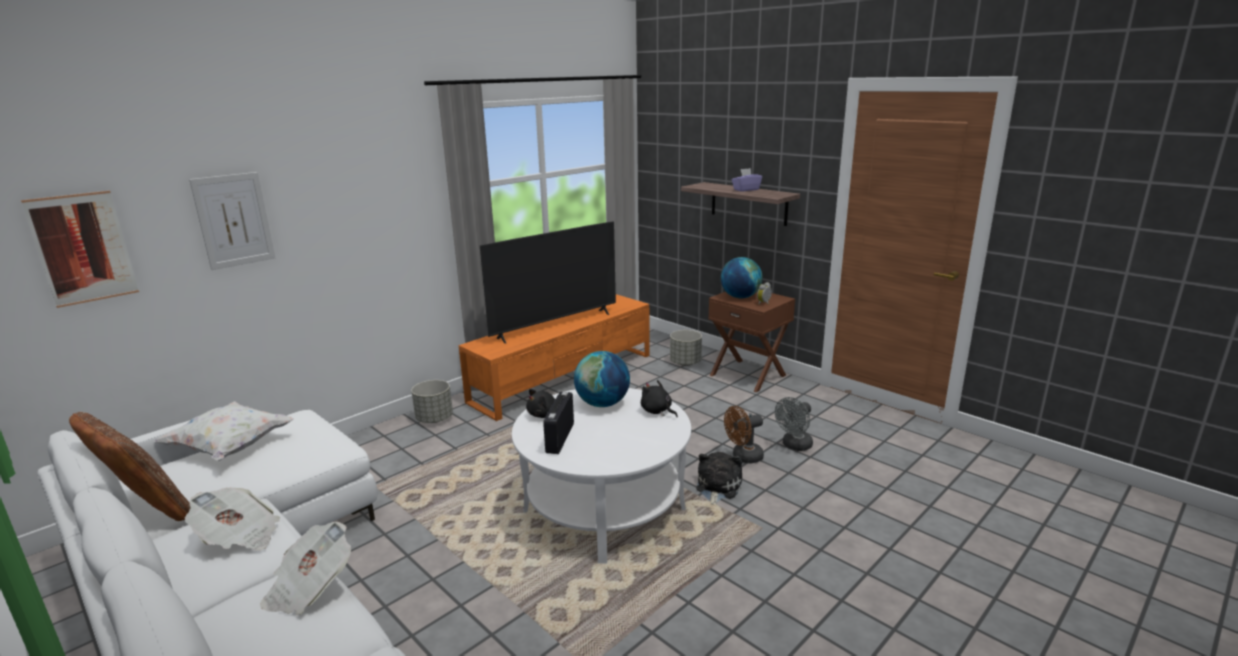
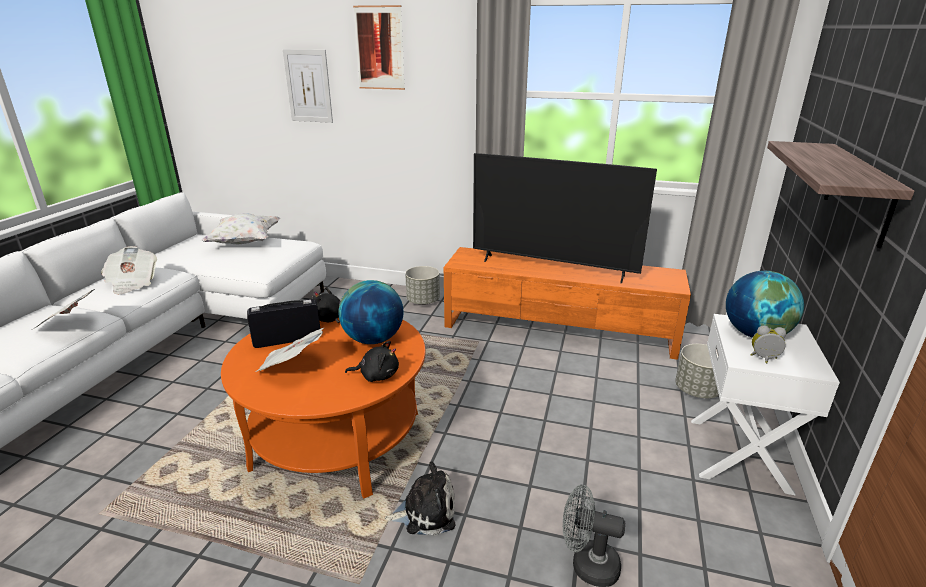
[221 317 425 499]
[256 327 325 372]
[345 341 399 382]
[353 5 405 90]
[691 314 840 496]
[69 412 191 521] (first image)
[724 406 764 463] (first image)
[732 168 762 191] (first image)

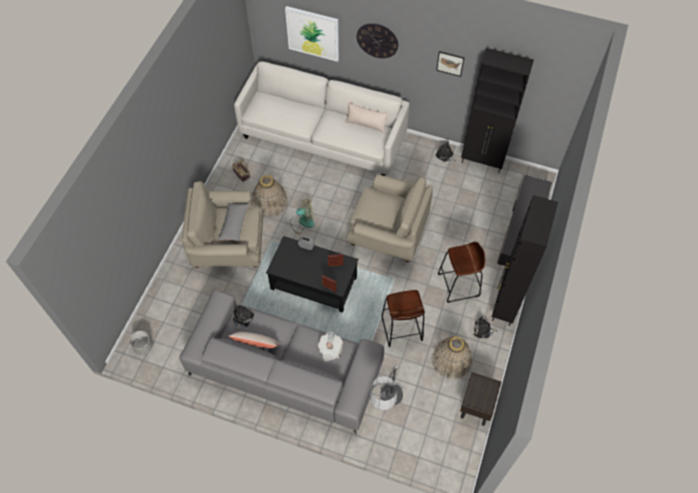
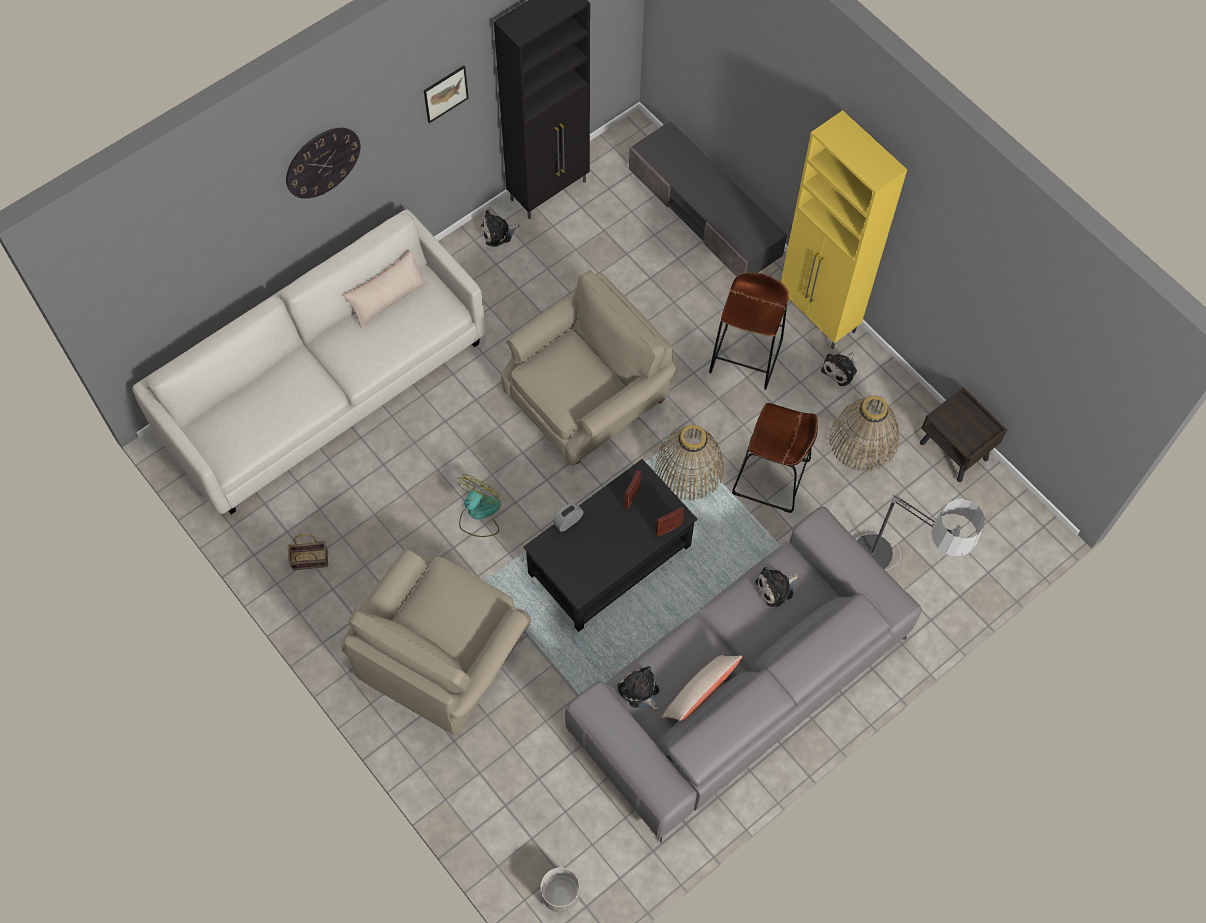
[654 425 724 501]
[755 567 799 607]
[781 110 907 349]
[218 203 249 241] (first image)
[285 6 339 62] (first image)

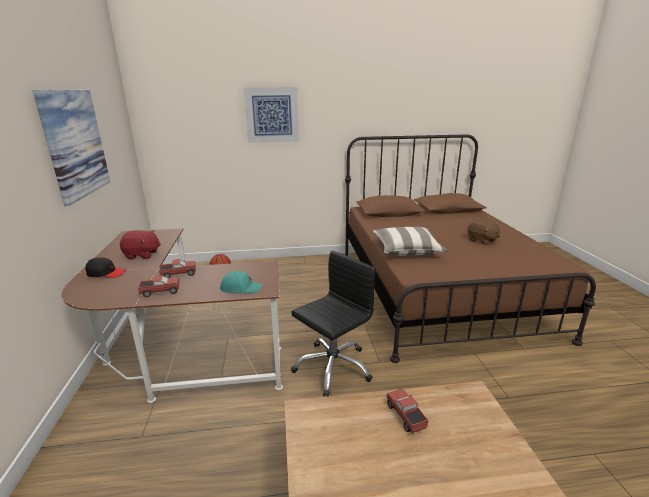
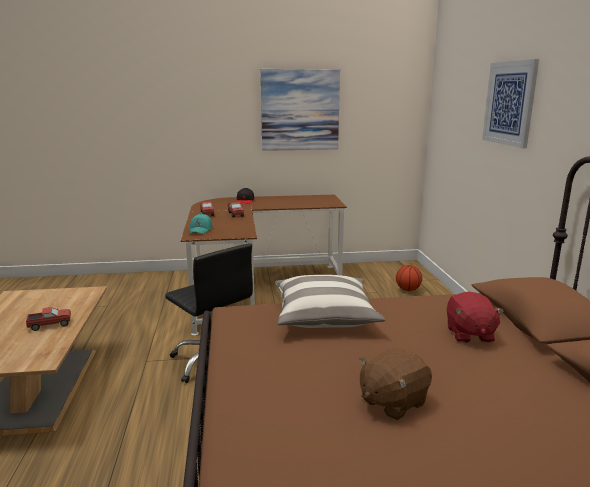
[447 292 504 343]

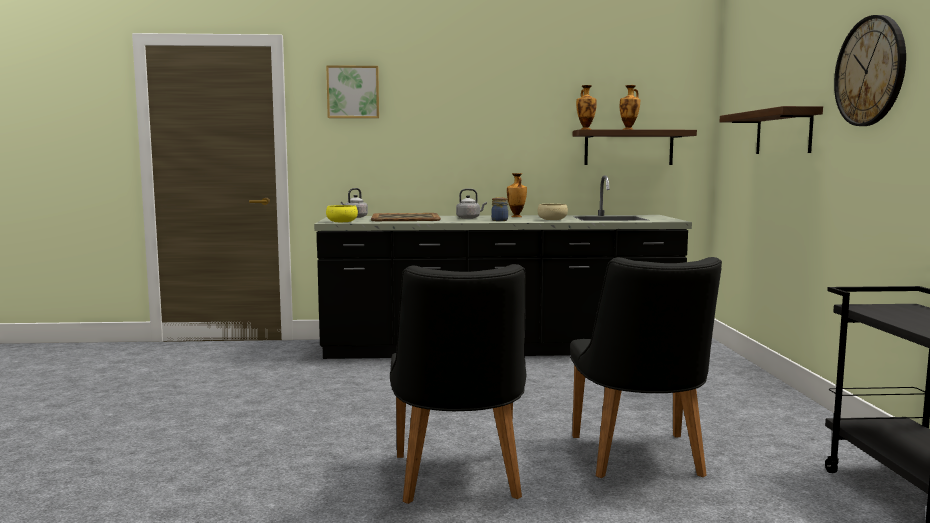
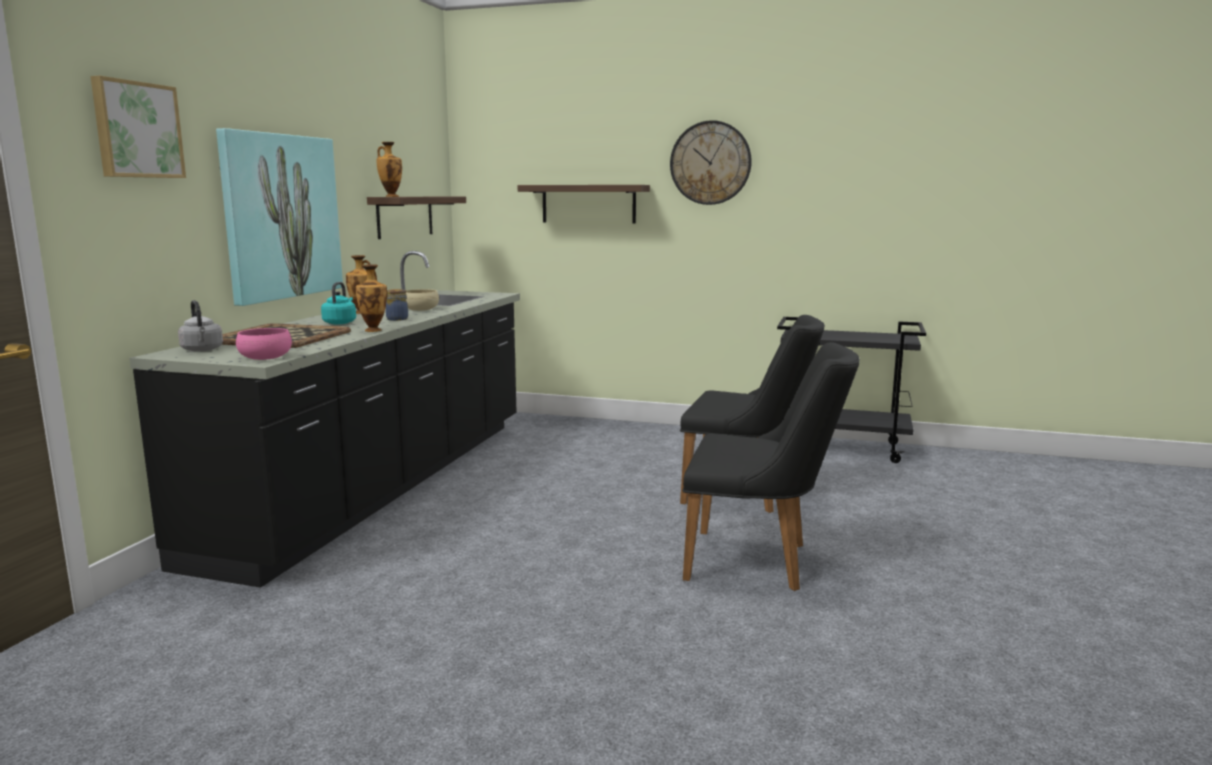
[216 128 343 306]
[236 328 292 360]
[321 282 356 324]
[356 264 387 332]

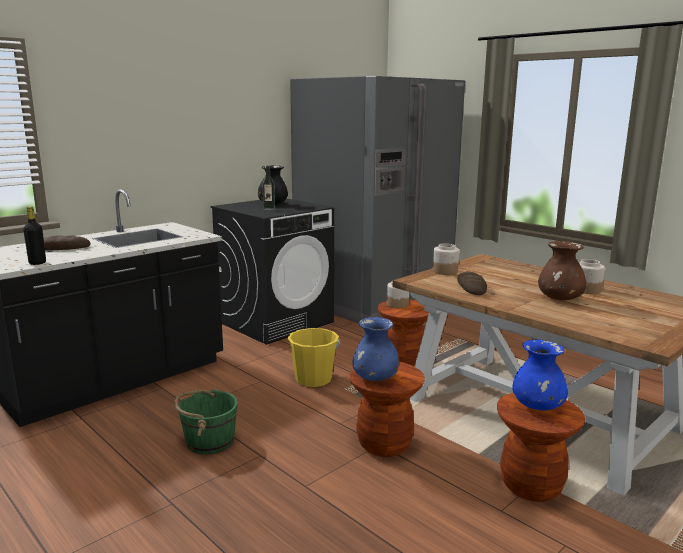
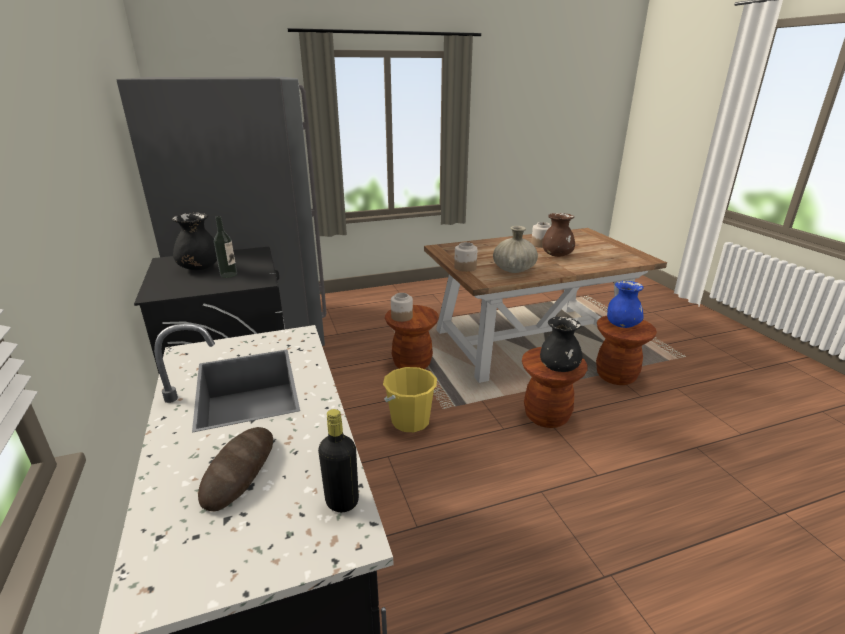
[493 226 538 273]
[540 317 583 372]
[174 388 238 454] (first image)

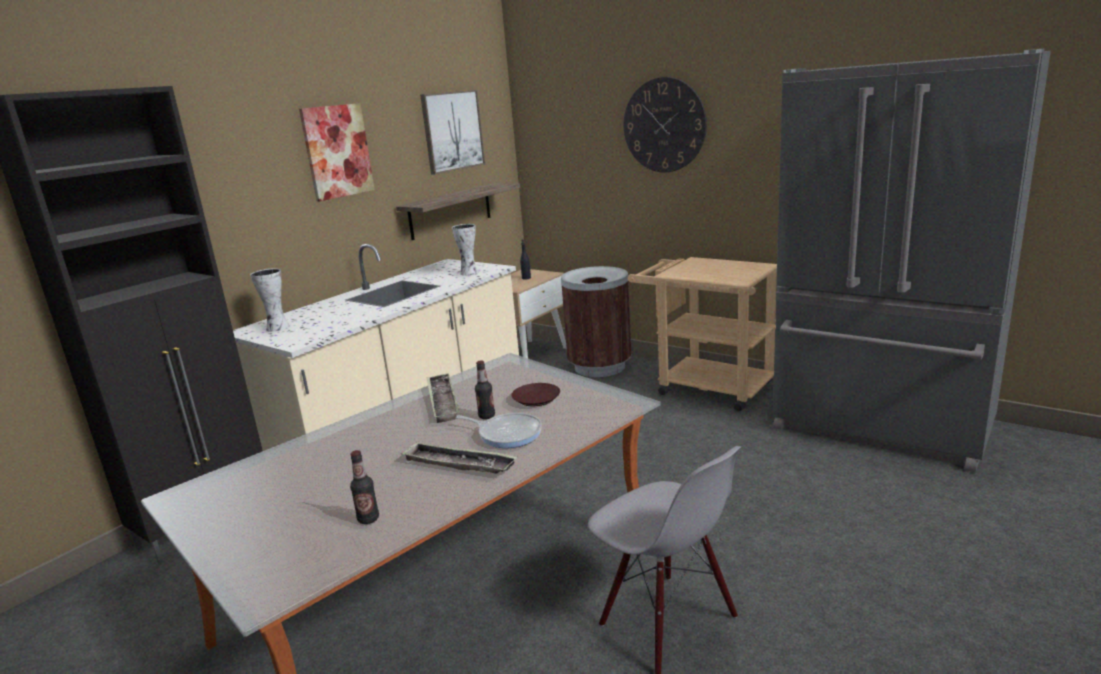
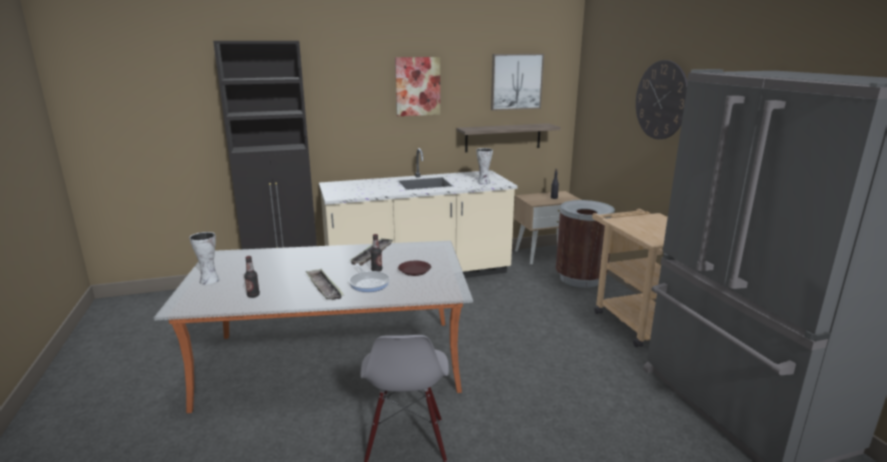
[189 232 220 285]

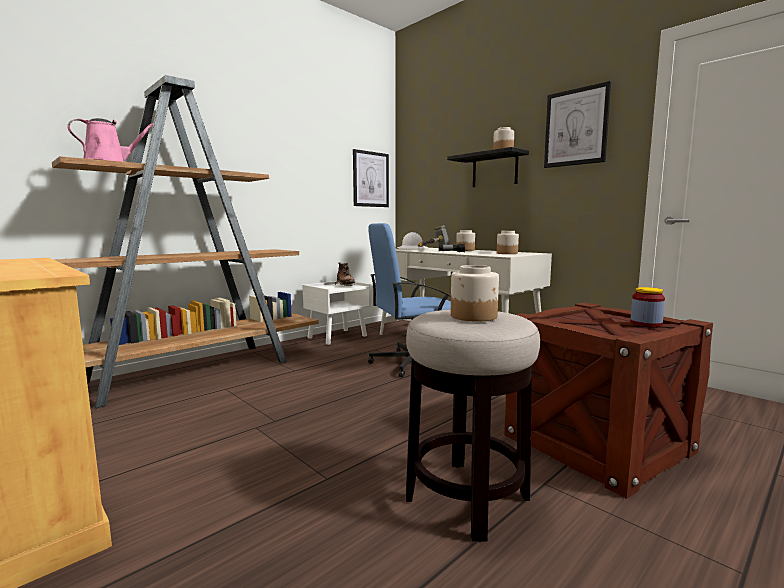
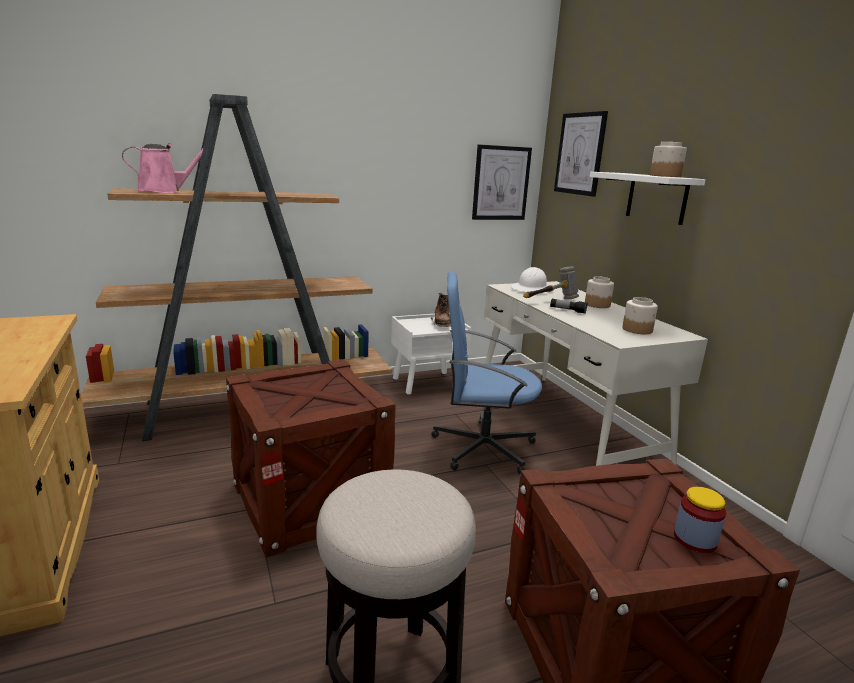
[226 359 396 558]
[554 111 608 197]
[590 172 705 225]
[451 265 499 322] (first image)

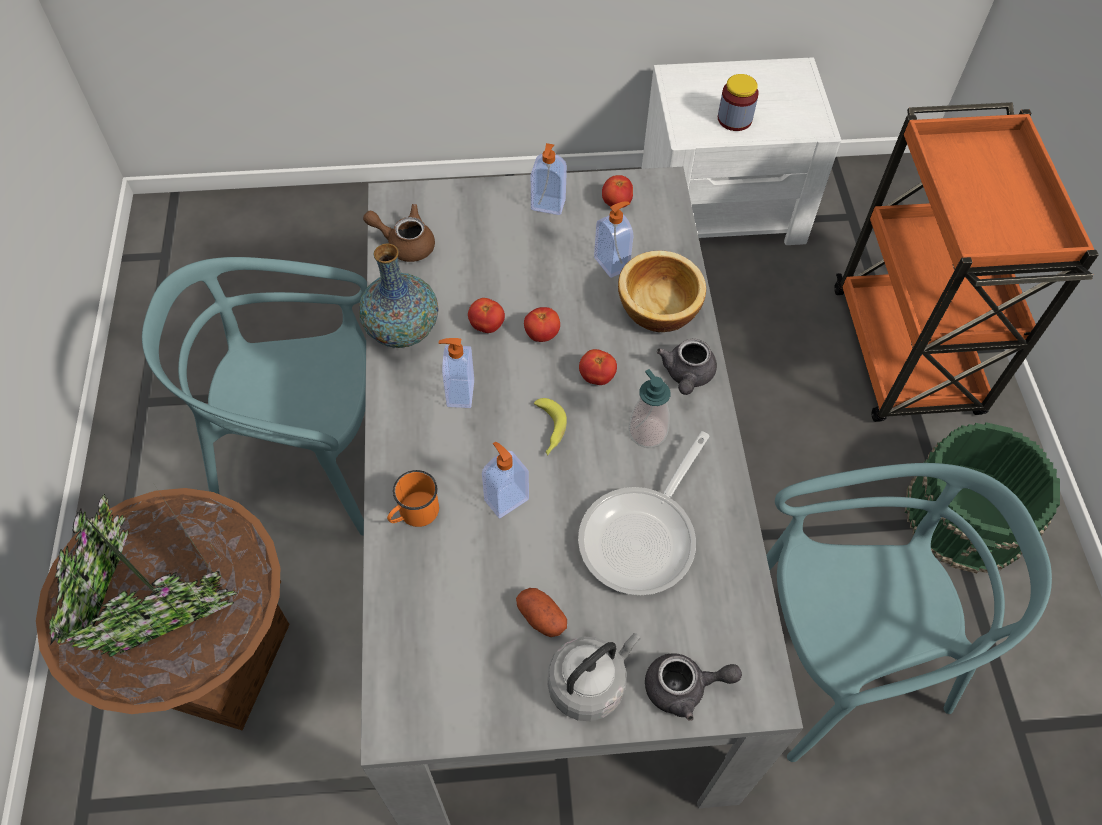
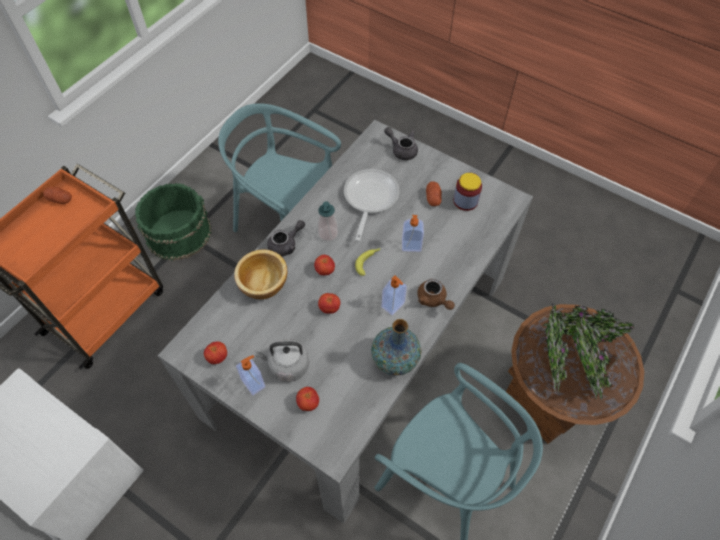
[43 187 72 204]
[255 339 309 382]
[296 387 319 411]
[344 169 400 241]
[417 279 455 310]
[453 173 482 211]
[387 470 439 527] (first image)
[594 202 633 278] (first image)

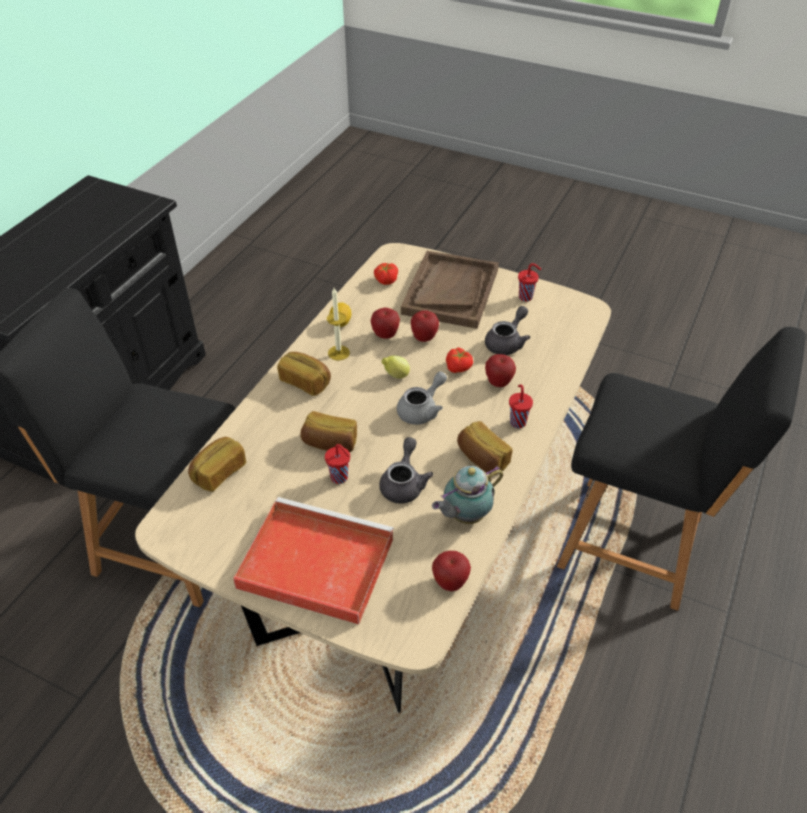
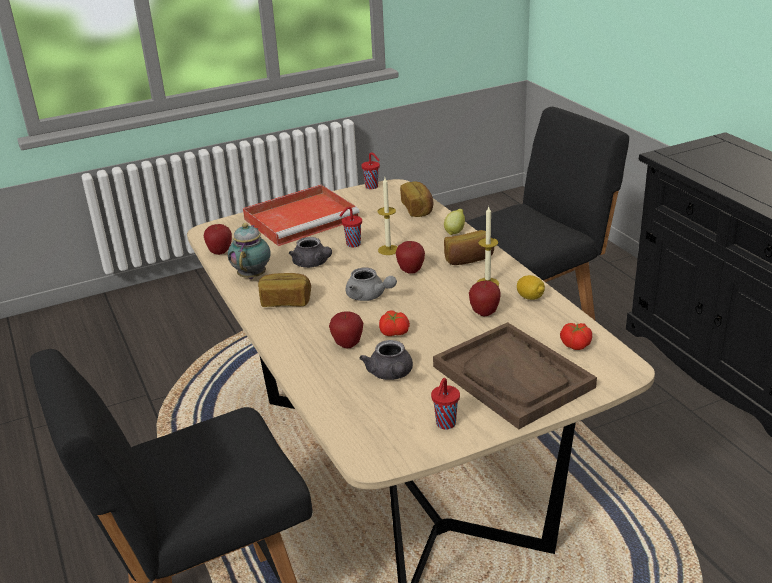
[346 267 397 301]
[361 152 380 189]
[378 178 397 255]
[396 241 425 274]
[444 209 465 235]

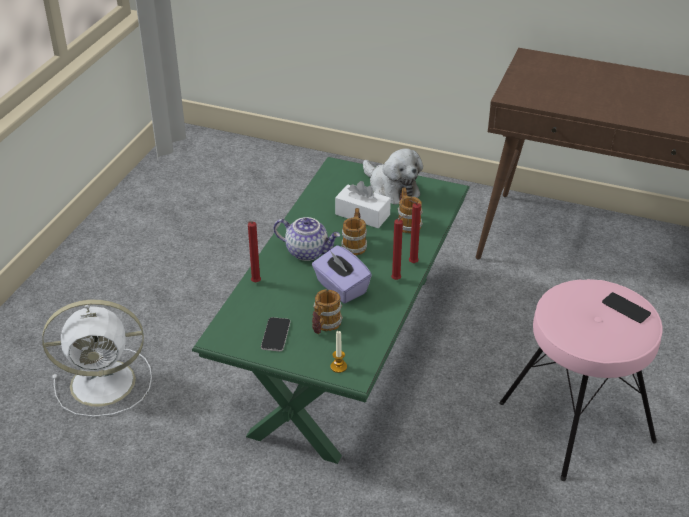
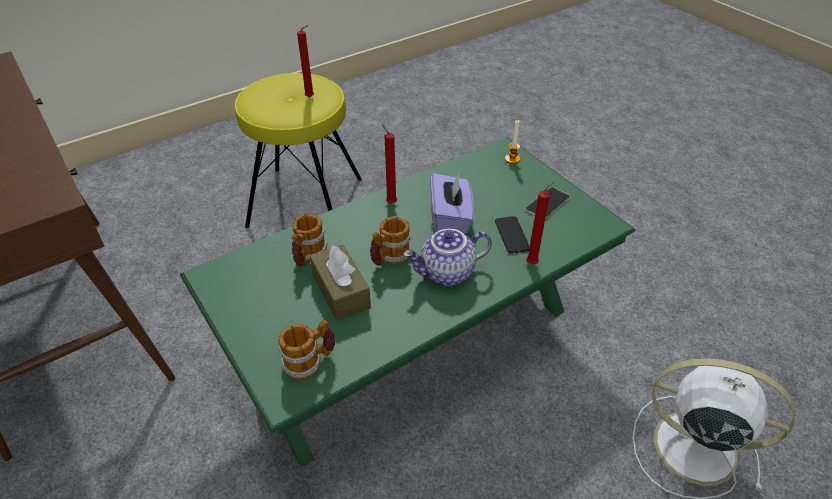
[235 73 362 228]
[278 320 335 380]
[297 25 314 97]
[310 245 371 321]
[404 229 492 286]
[495 216 530 253]
[363 148 423 205] (first image)

